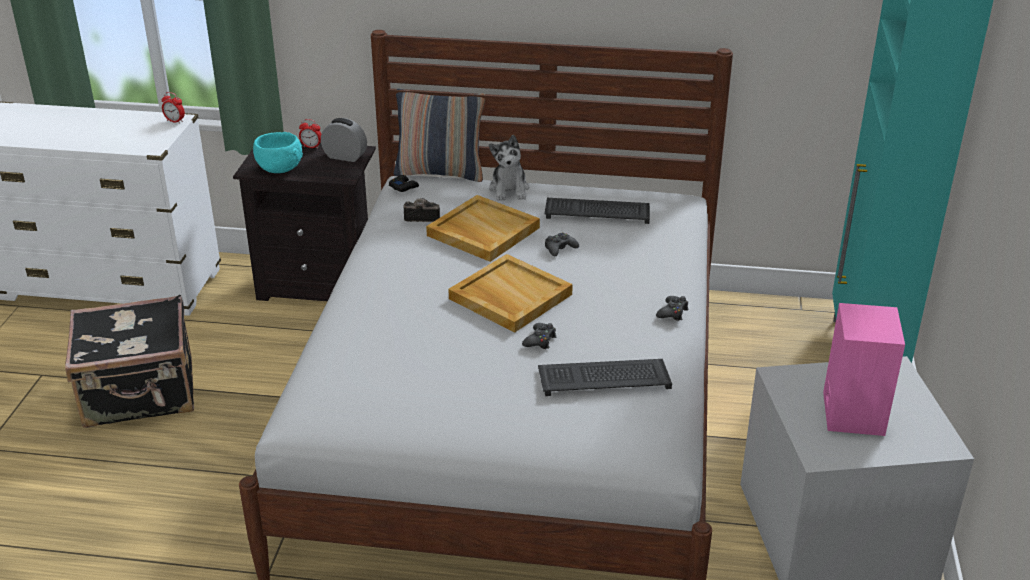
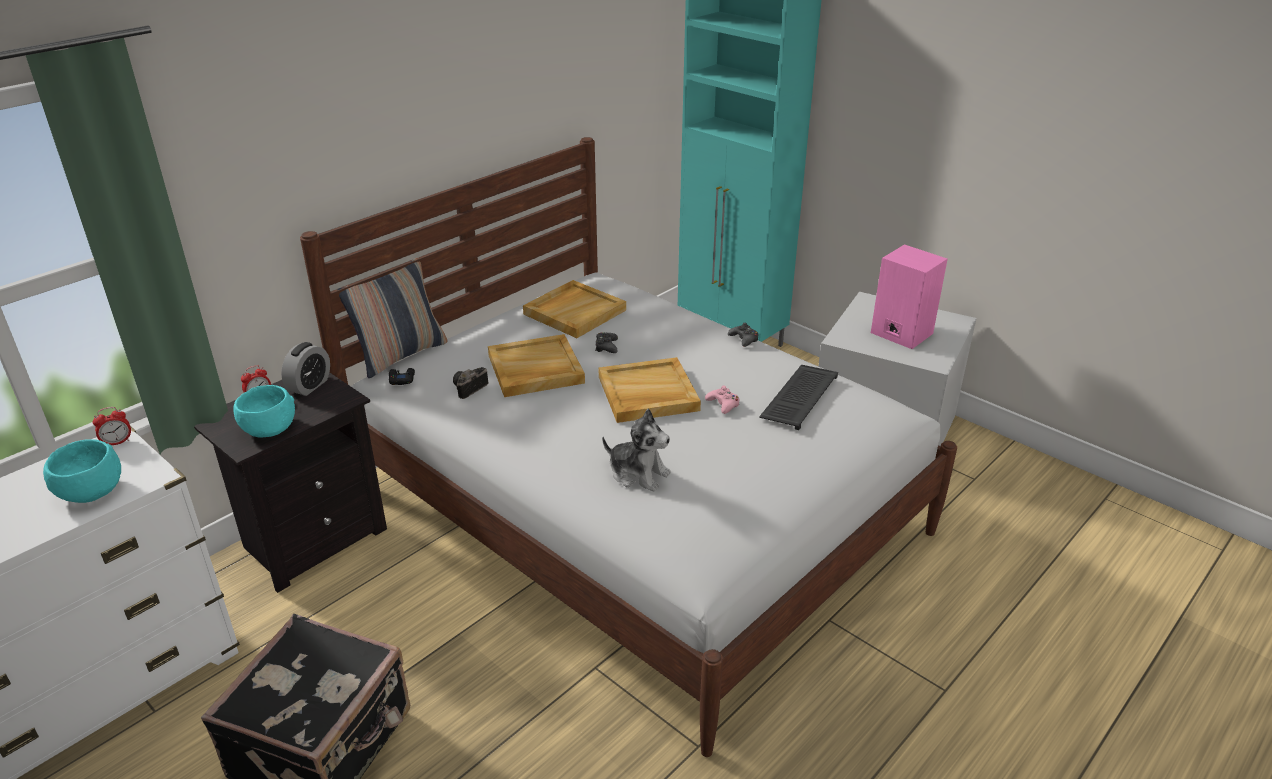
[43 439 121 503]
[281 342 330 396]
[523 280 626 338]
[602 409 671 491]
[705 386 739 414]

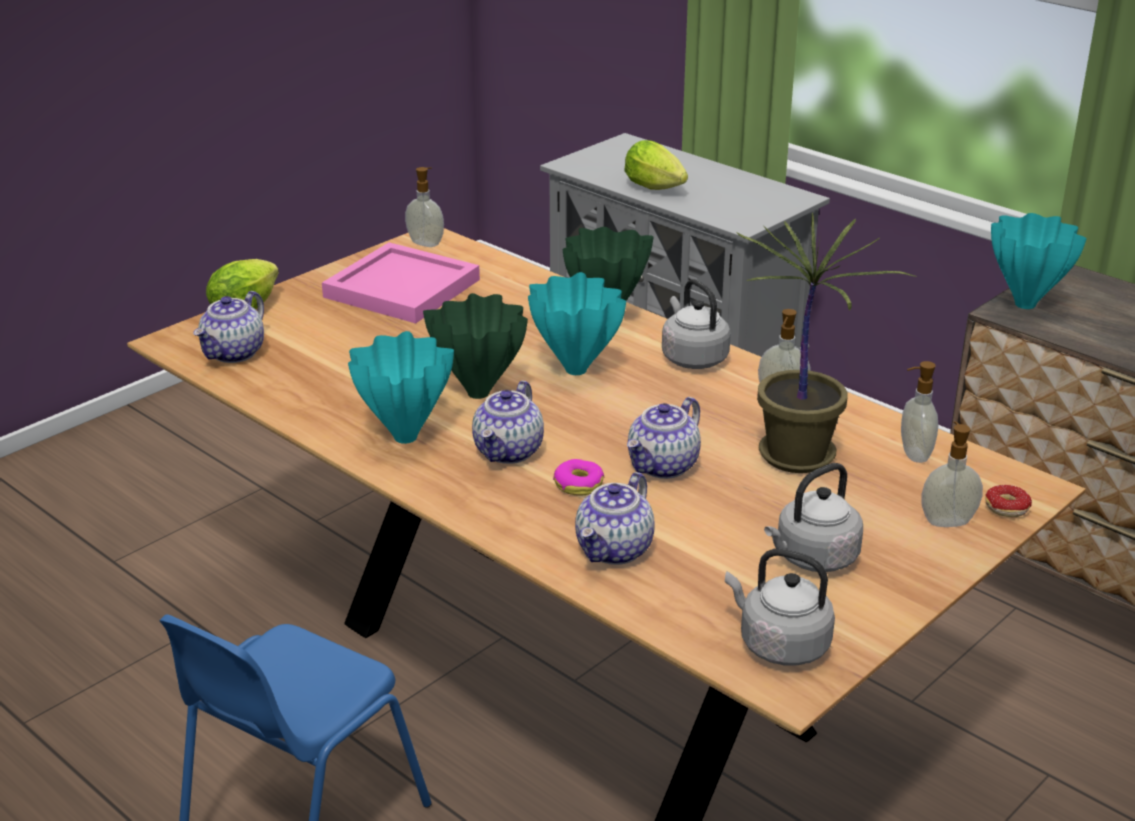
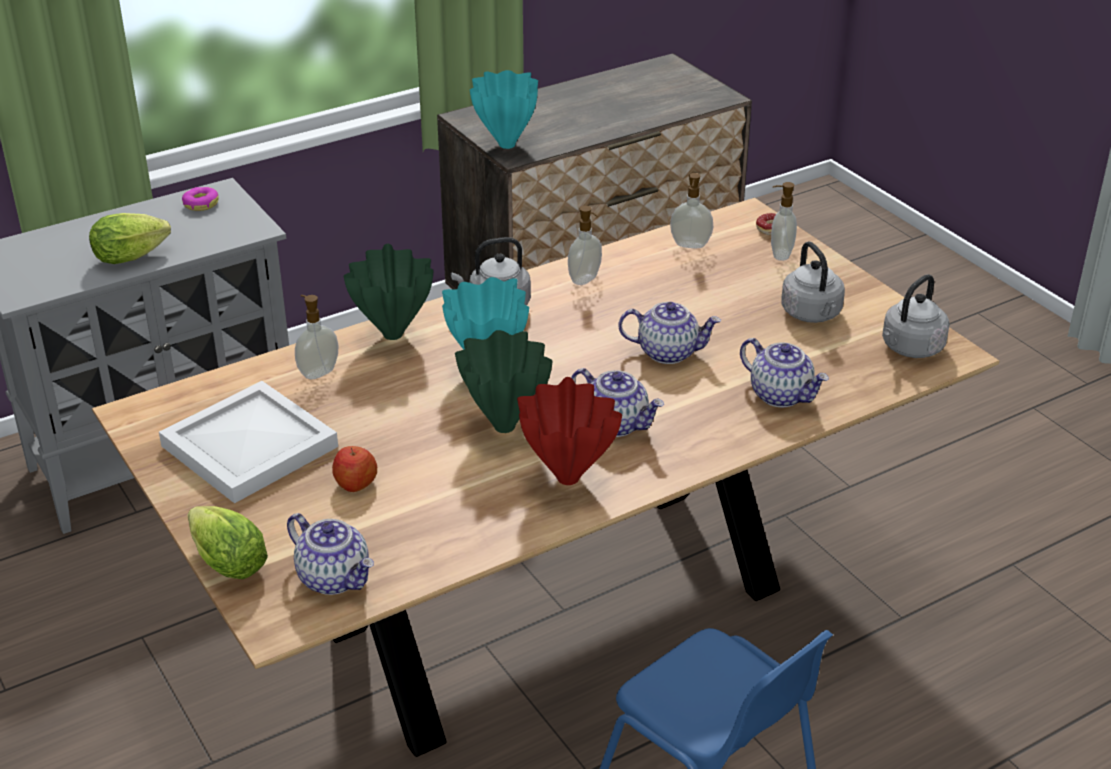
[159 381 338 503]
[182 187 219 211]
[295 295 338 379]
[332 446 377 492]
[517 377 622 485]
[619 302 721 364]
[736 213 914 473] (first image)

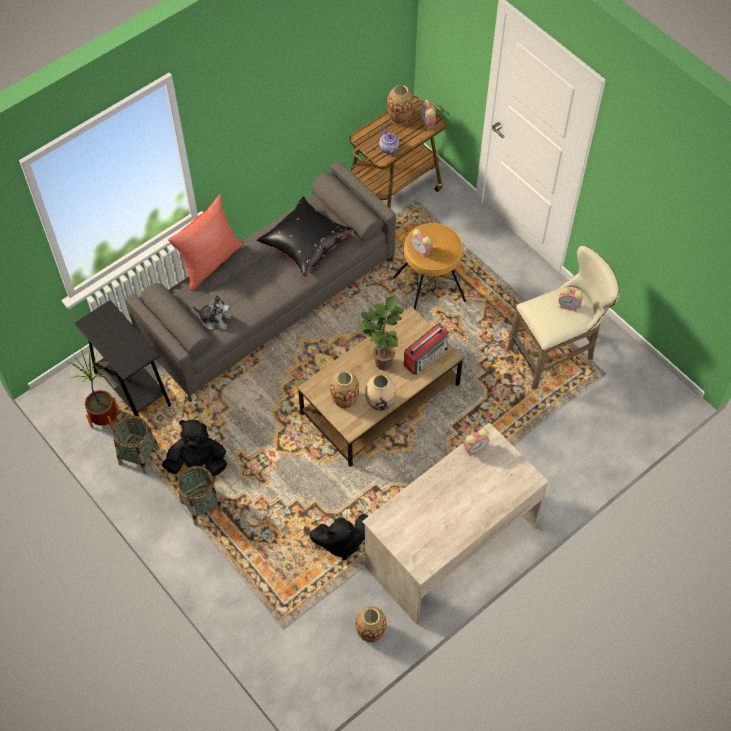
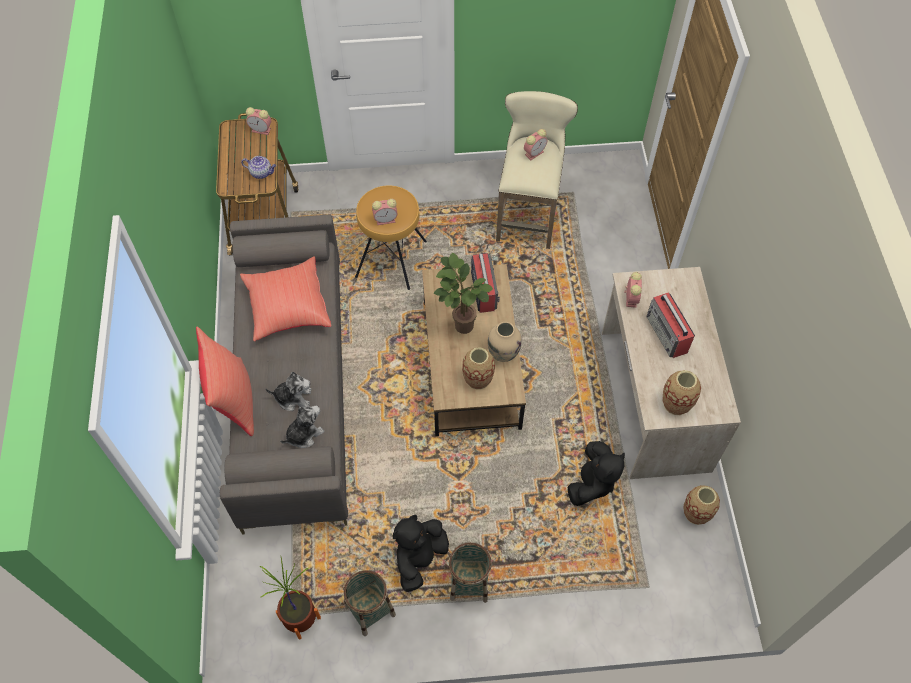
[240 256 332 342]
[266 372 312 411]
[646 293 695 358]
[662 370 701 415]
[75 300 171 417] (first image)

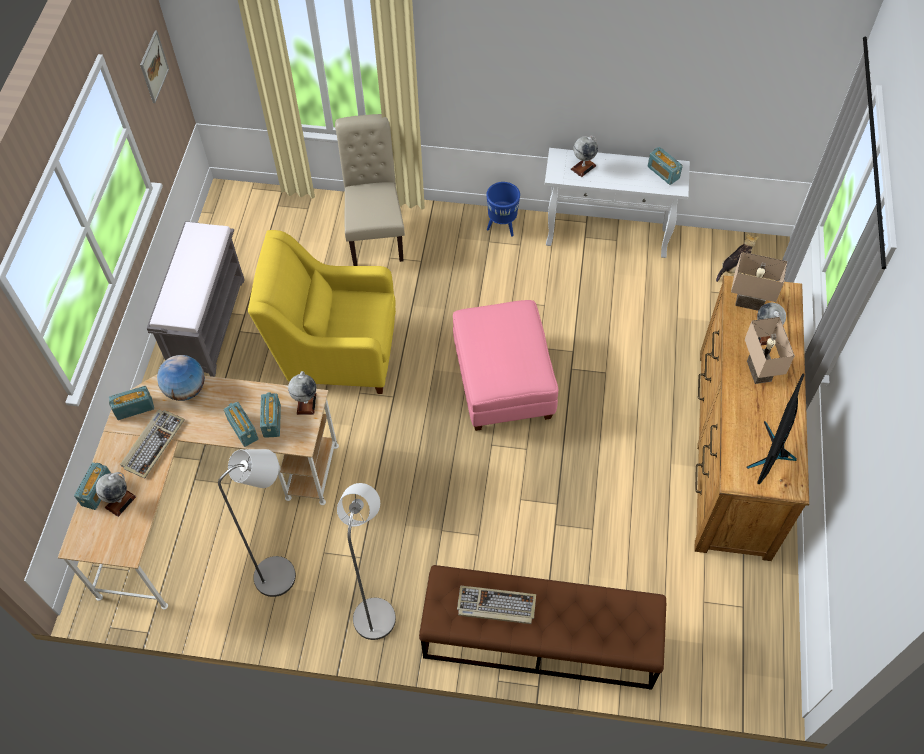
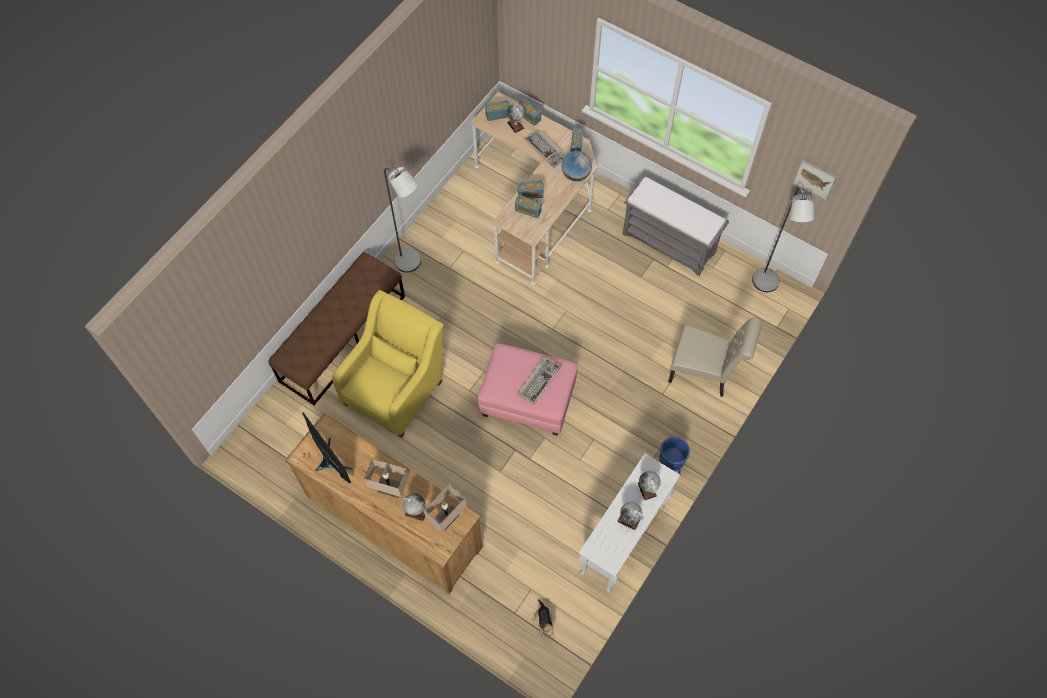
[332 290 444 438]
[485 100 510 121]
[518 357 561 405]
[617 502 643 530]
[752 187 815 292]

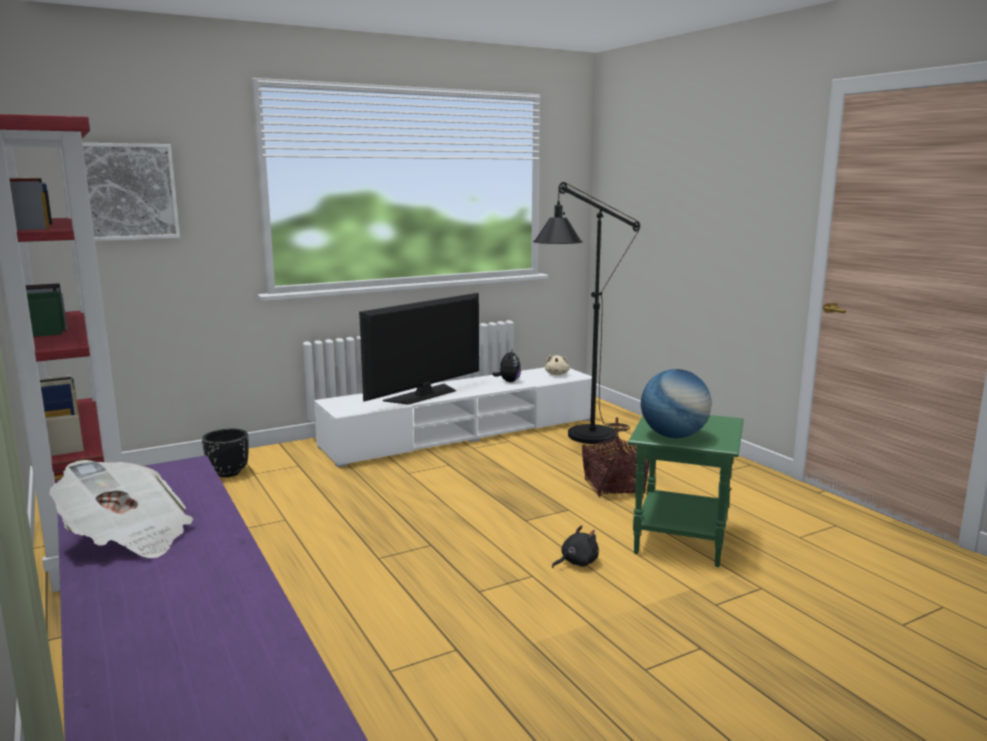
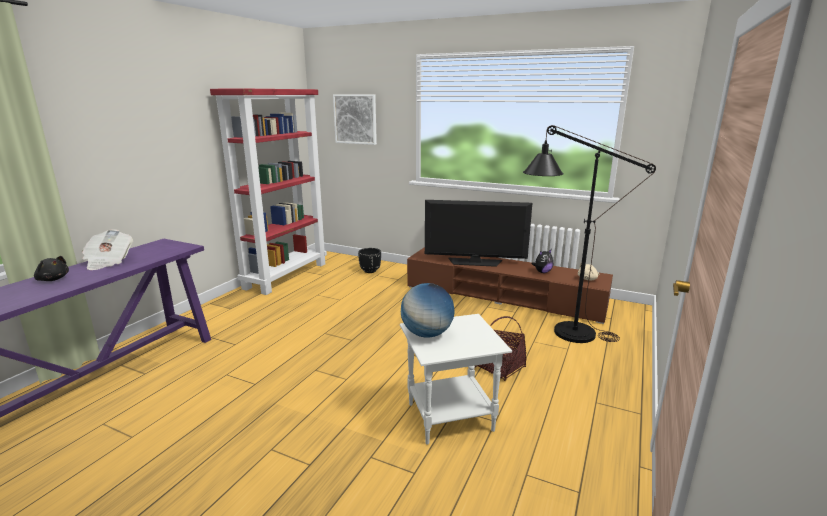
[34 256 69 281]
[400 314 512 444]
[407 247 613 324]

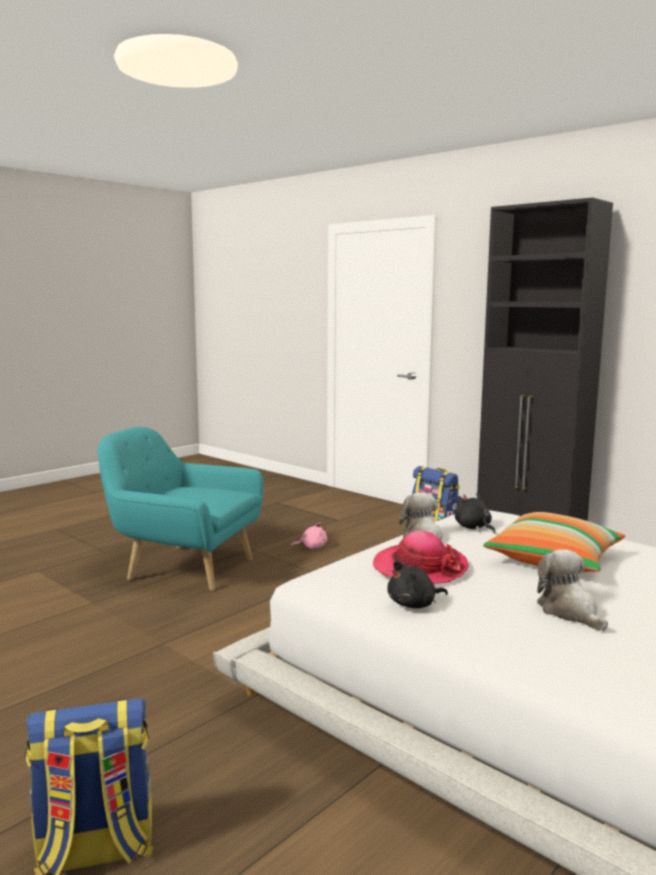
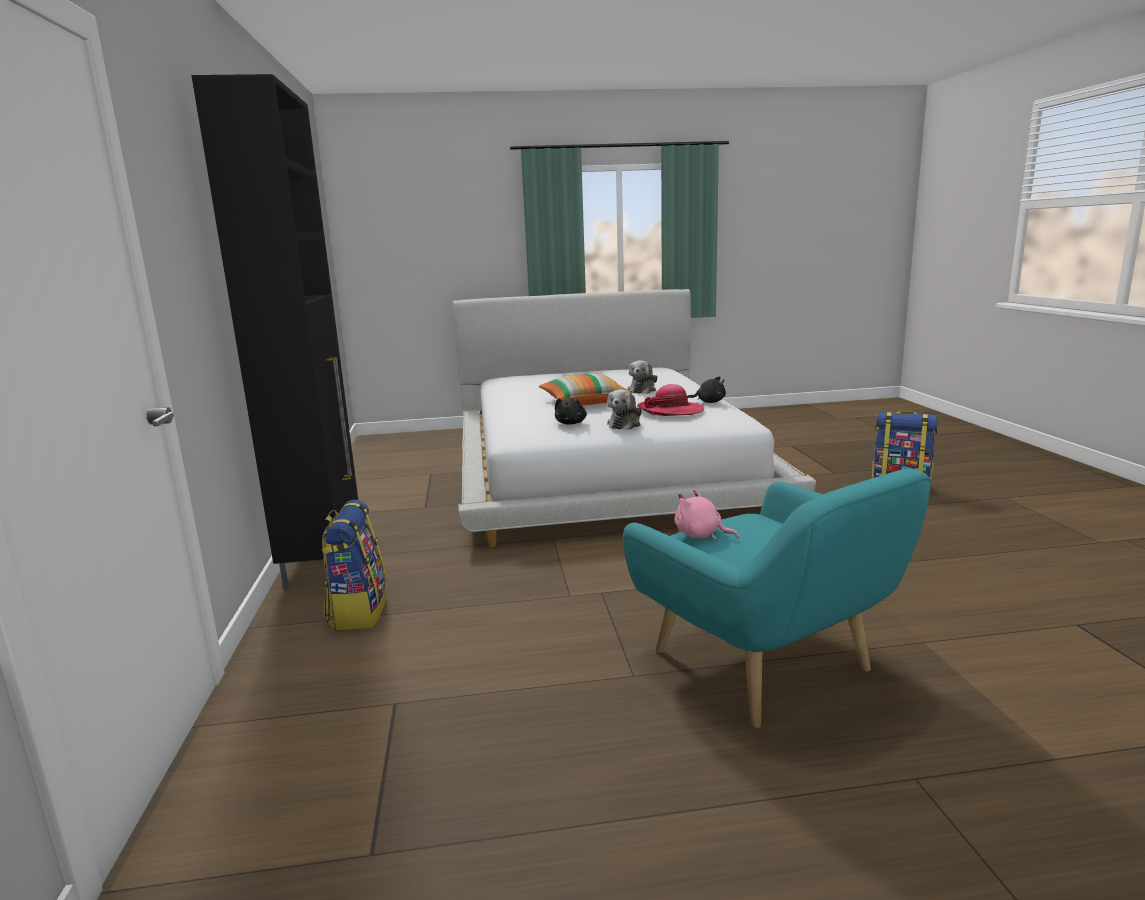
[675 489 739 540]

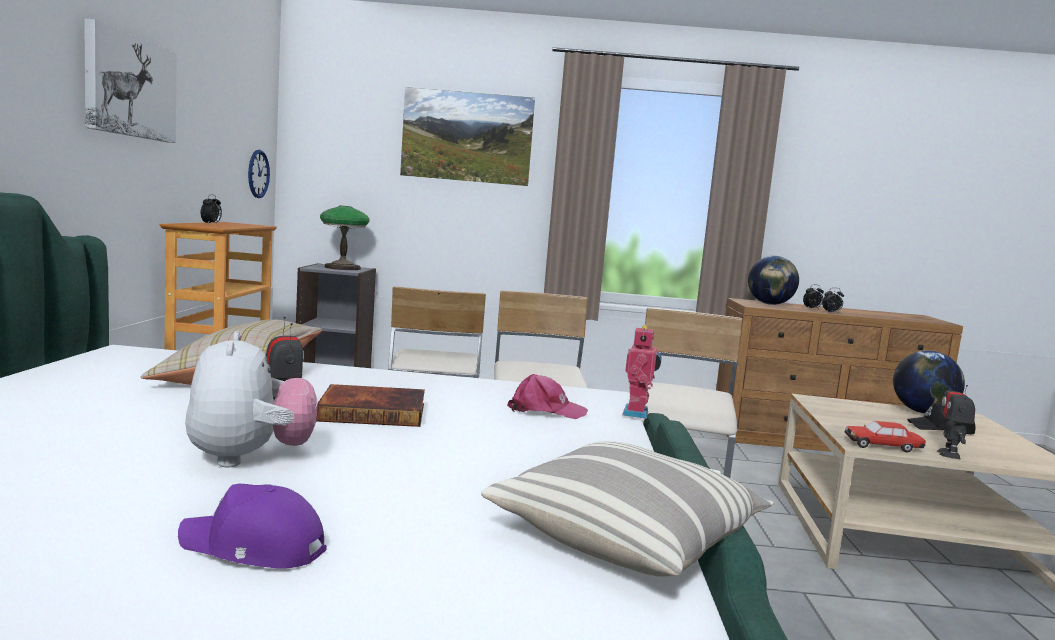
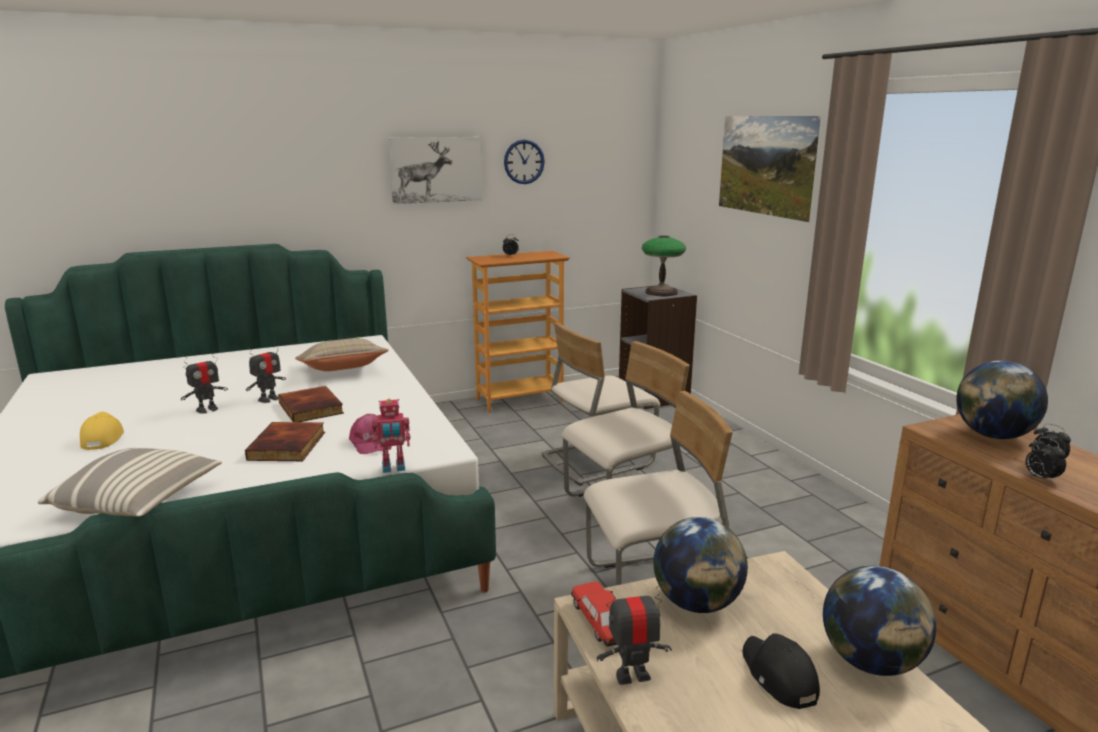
[80 412 124 450]
[181 351 228 414]
[245 422 325 461]
[504 140 545 184]
[653 517 748 613]

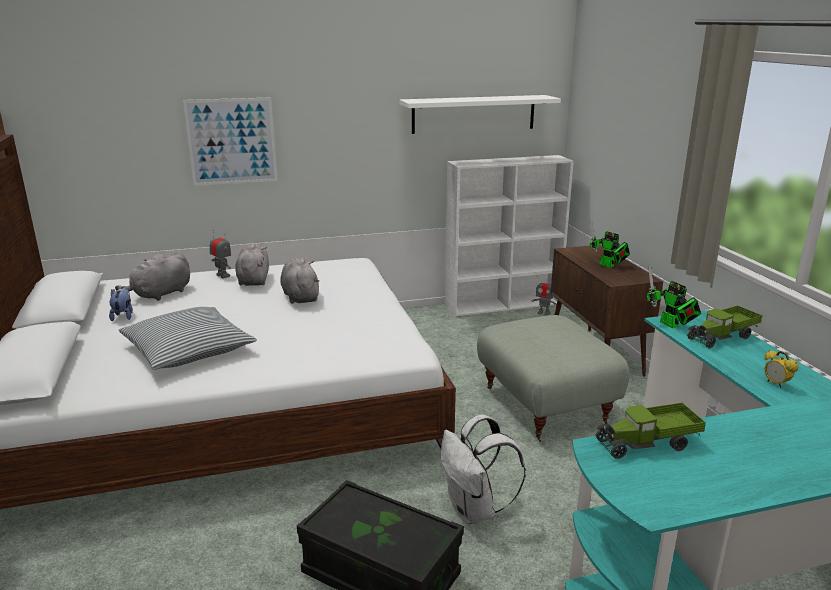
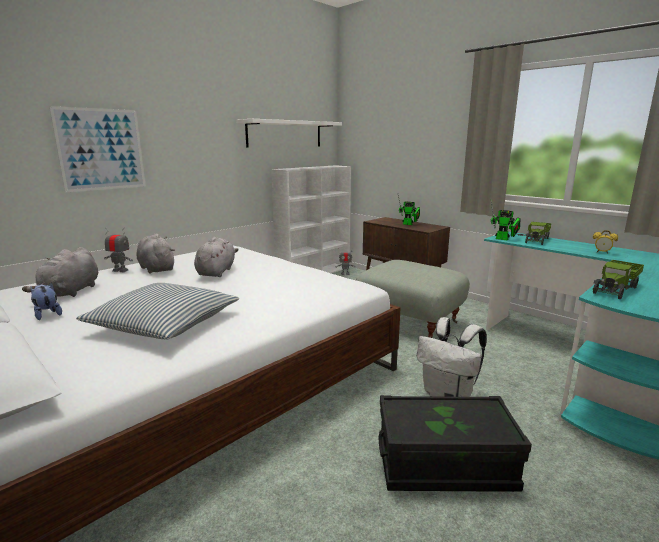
[194 237 239 277]

